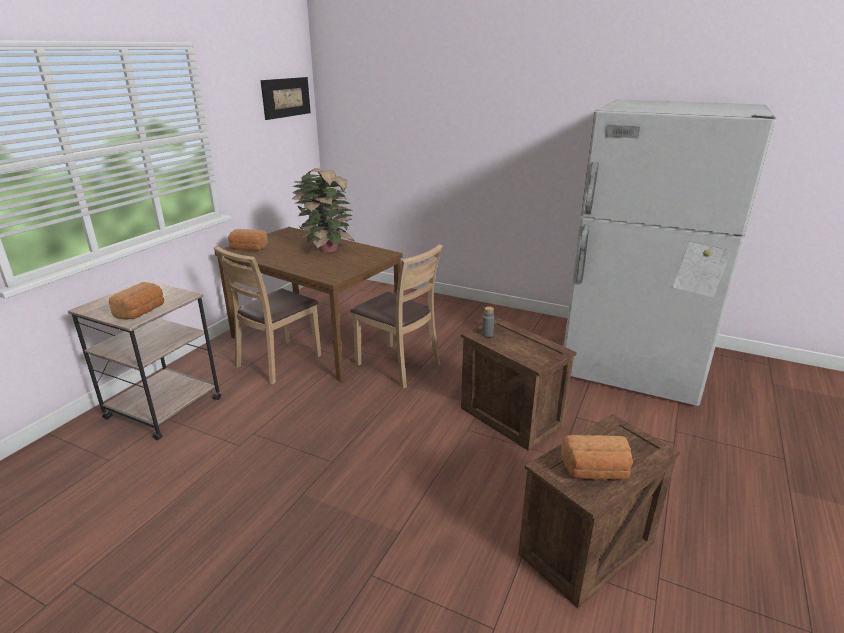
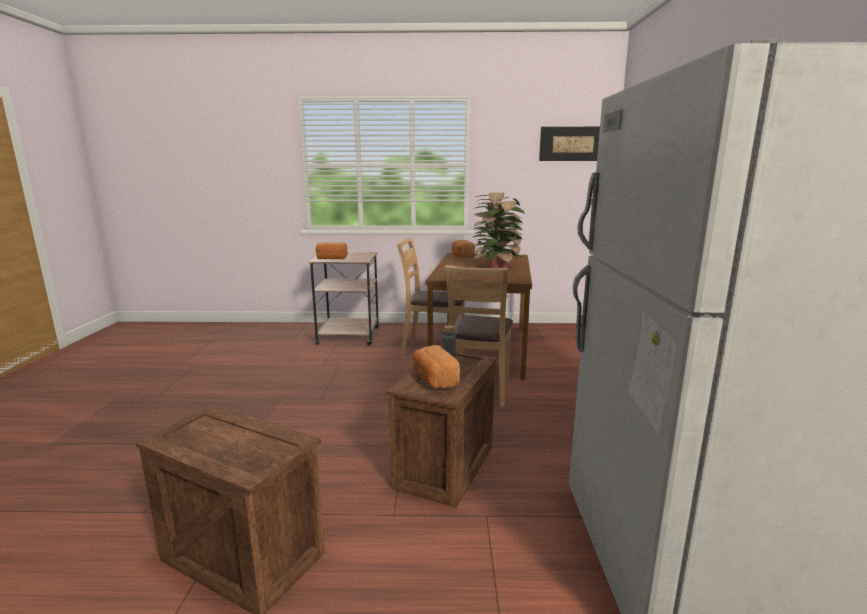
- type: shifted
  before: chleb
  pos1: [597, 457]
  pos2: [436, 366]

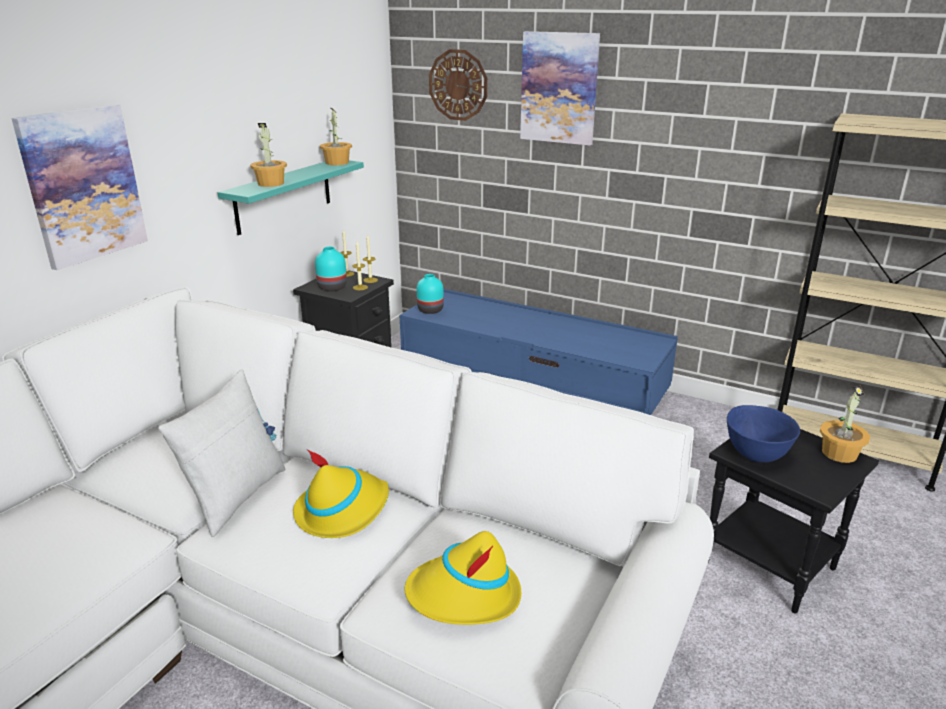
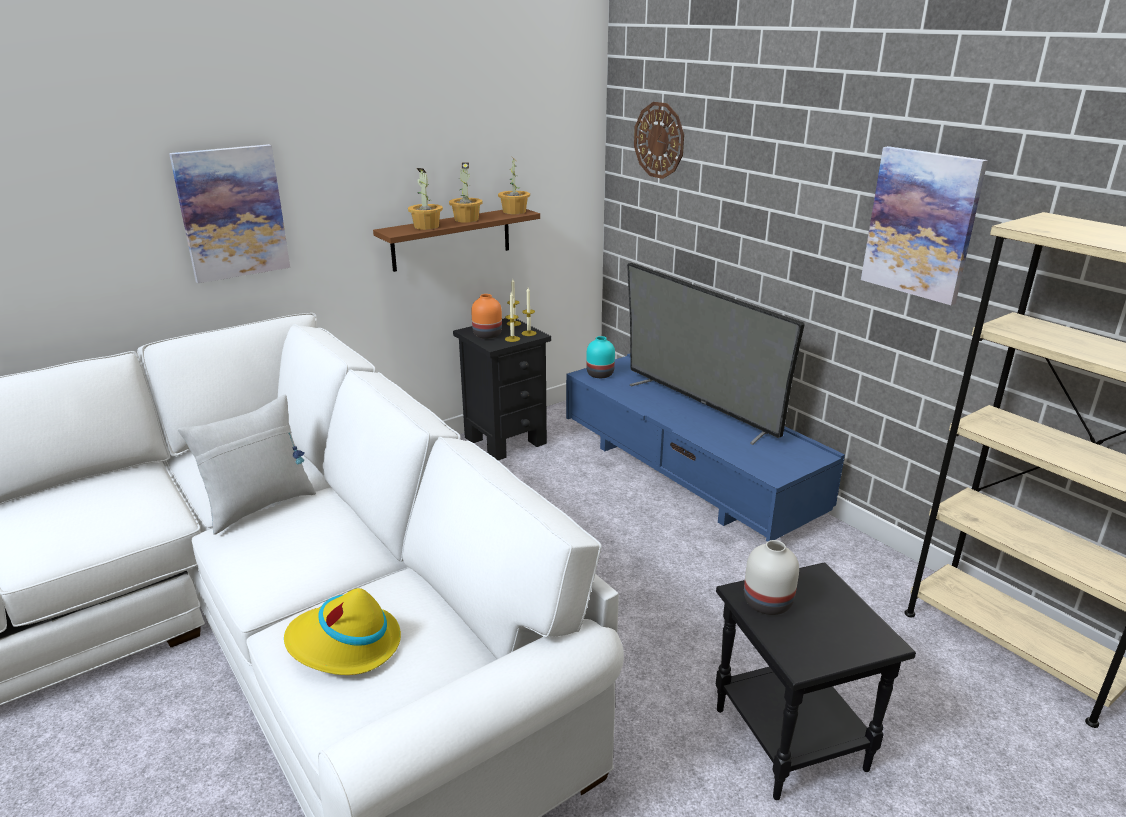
- type: repainted
  before: półka (turkusowy)
  after: półka (brązowy)
  pos1: [290, 197]
  pos2: [456, 240]
- type: shifted
  before: roślina doniczkowa
  pos1: [845, 424]
  pos2: [465, 193]
- type: repainted
  before: wazon (turkusowy)
  after: wazon (pomarańczowy)
  pos1: [331, 269]
  pos2: [486, 316]
- type: new
  after: telewizor
  pos2: [716, 354]
- type: swapped
  before: miska (niebieski)
  after: wazon (biały)
  pos1: [763, 434]
  pos2: [771, 577]
- type: shifted
  before: obraz
  pos1: [560, 88]
  pos2: [924, 225]
- type: gone
  before: kapelusz (żółty)
  pos1: [341, 493]

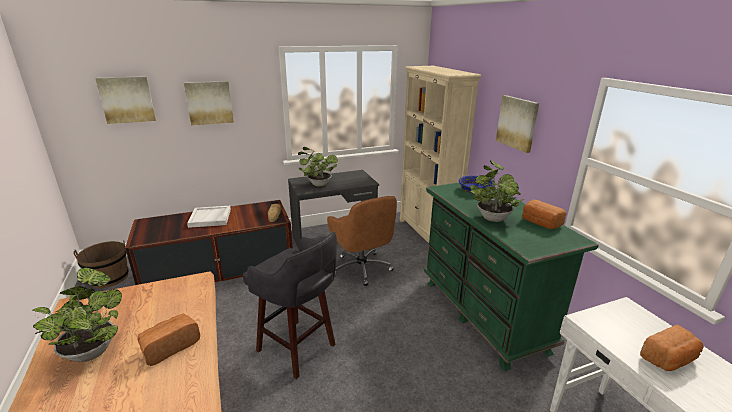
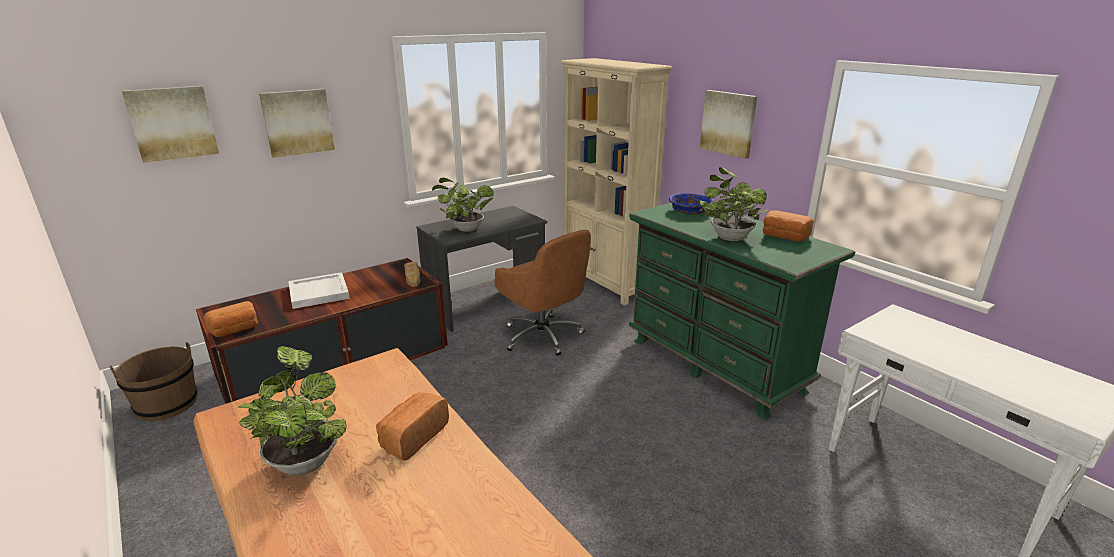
- type: shifted
  before: chleb
  pos1: [672, 347]
  pos2: [231, 319]
- type: gone
  before: stołek (szary)
  pos1: [290, 305]

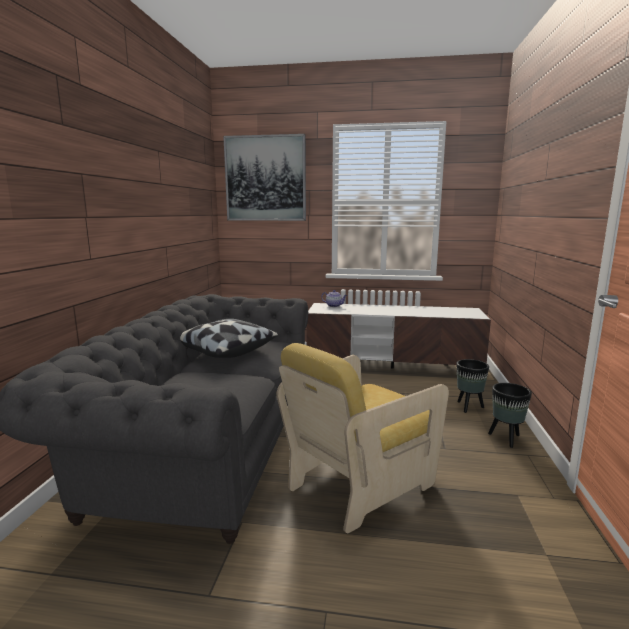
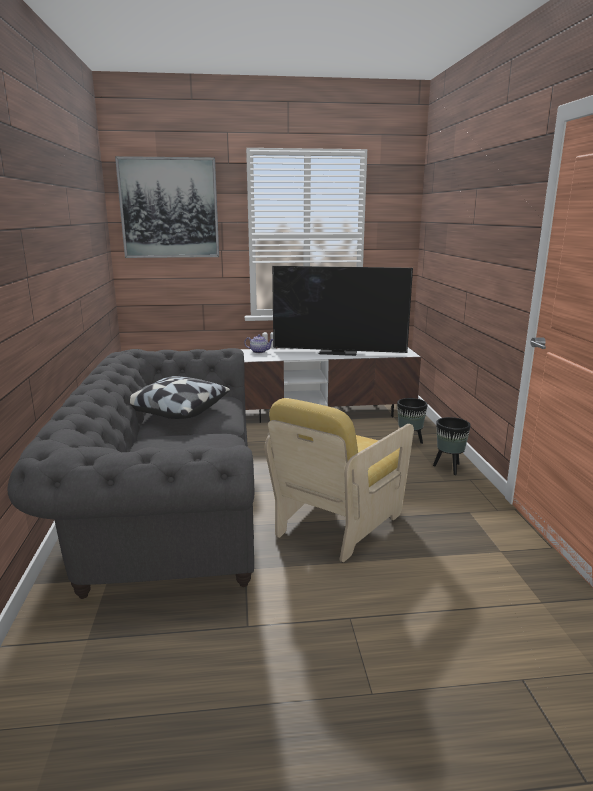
- type: new
  after: telewizor
  pos2: [342, 311]

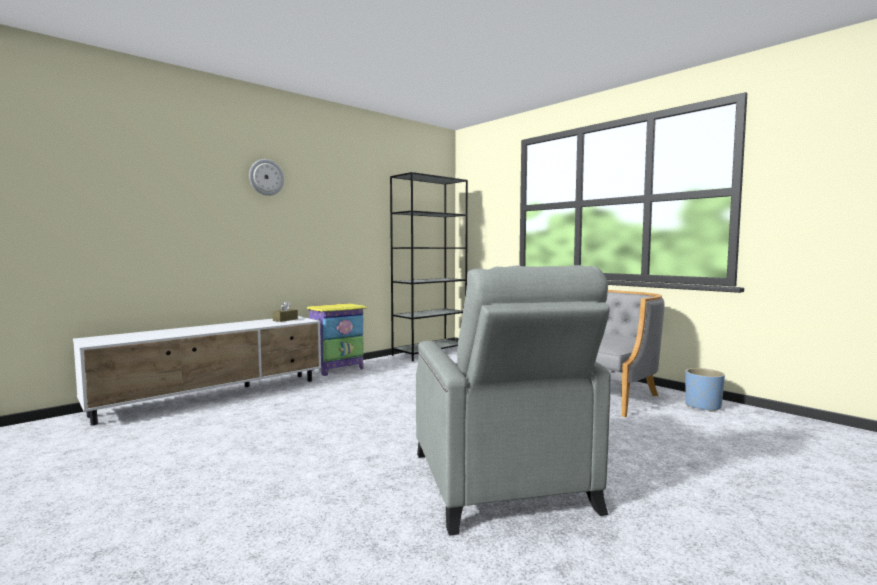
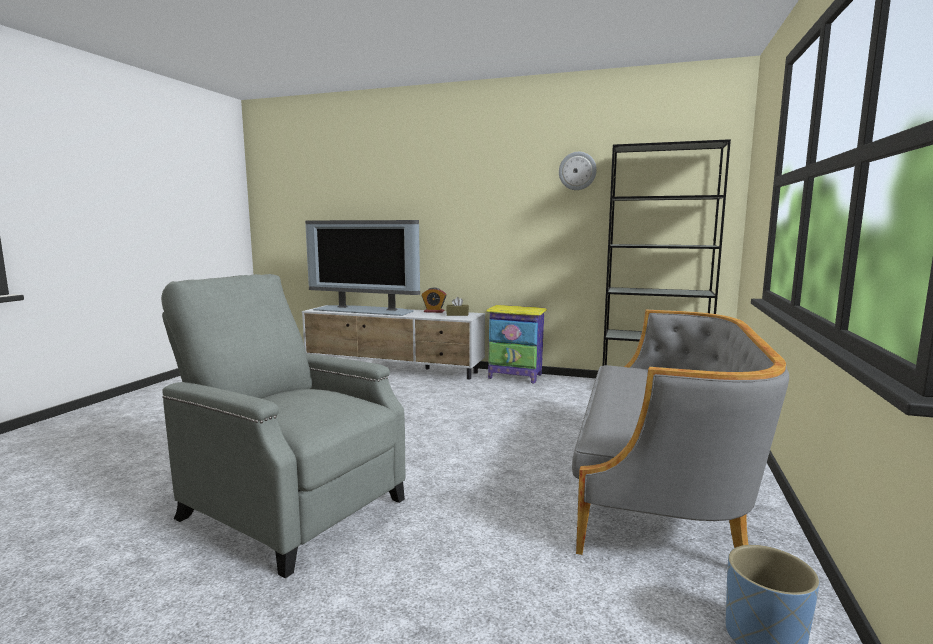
- type: rotated
  before: fotel (szary)
  pos1: [513, 400]
  pos2: [283, 426]
  turn: 75
- type: new
  after: telewizor
  pos2: [362, 268]
- type: new
  after: budzik
  pos2: [434, 300]
- type: shifted
  before: zegar ścienny
  pos1: [266, 177]
  pos2: [578, 171]

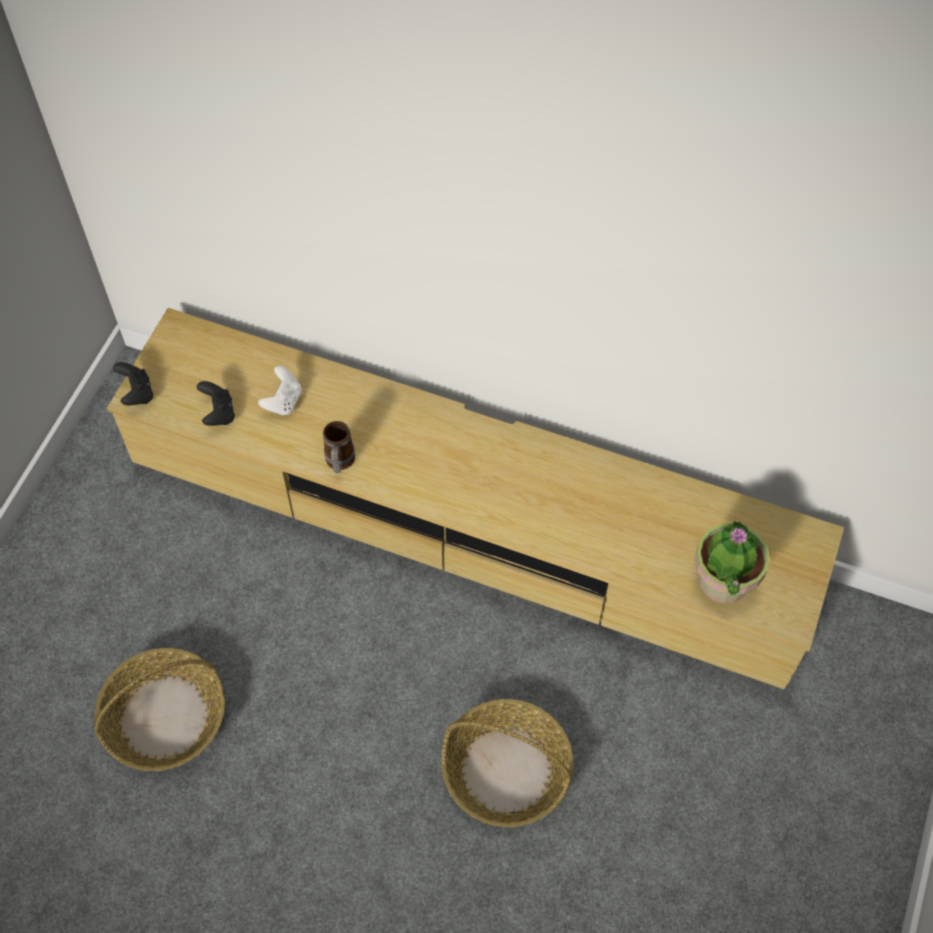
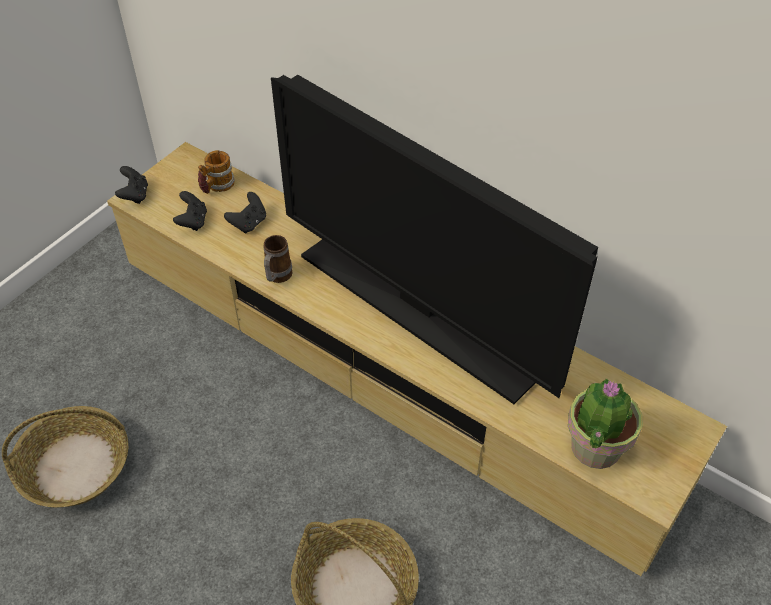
- type: new
  after: kubek
  pos2: [216, 172]
- type: repainted
  before: pad do gier (biały)
  after: pad do gier (czarny)
  pos1: [280, 391]
  pos2: [245, 212]
- type: new
  after: telewizor
  pos2: [434, 239]

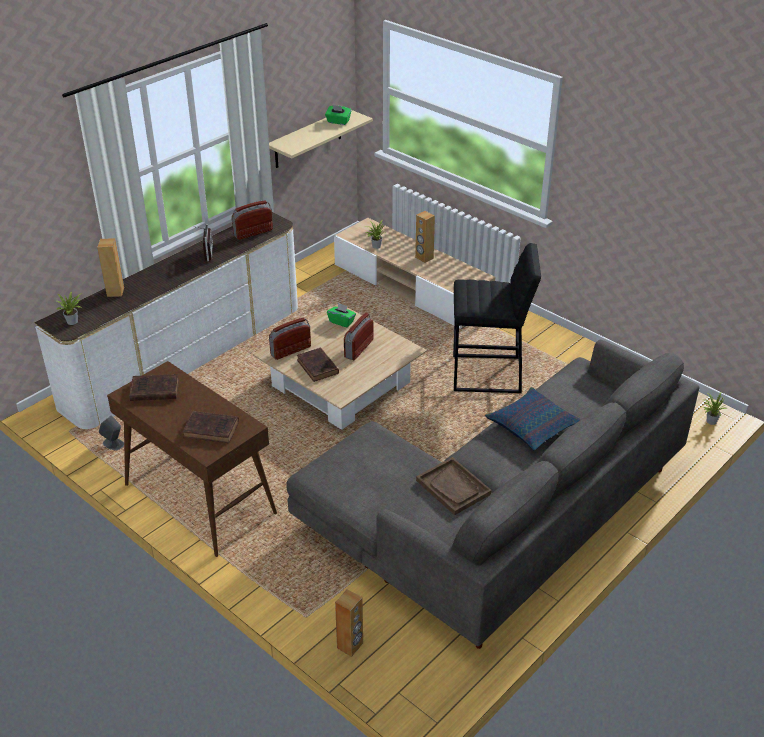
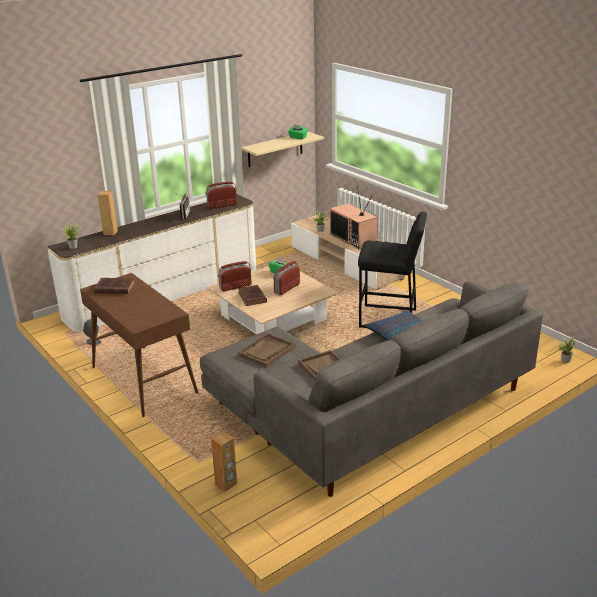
- type: new
  after: taca (brązowy)
  pos2: [267, 350]
- type: swapped
  before: głośnik (brązowy)
  after: telewizor
  pos1: [425, 237]
  pos2: [354, 217]
- type: gone
  before: książka (brązowy)
  pos1: [210, 427]

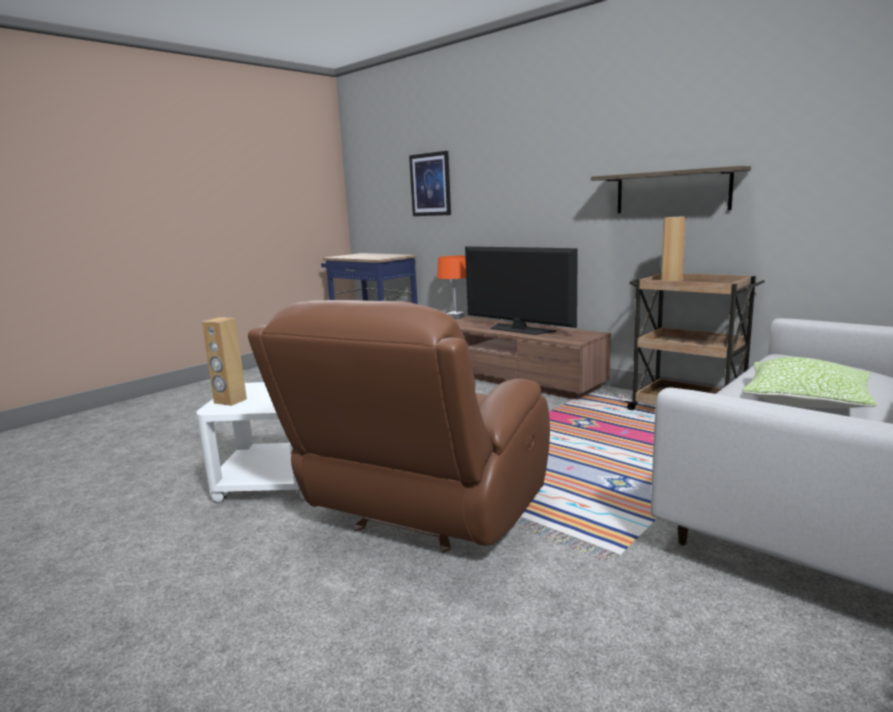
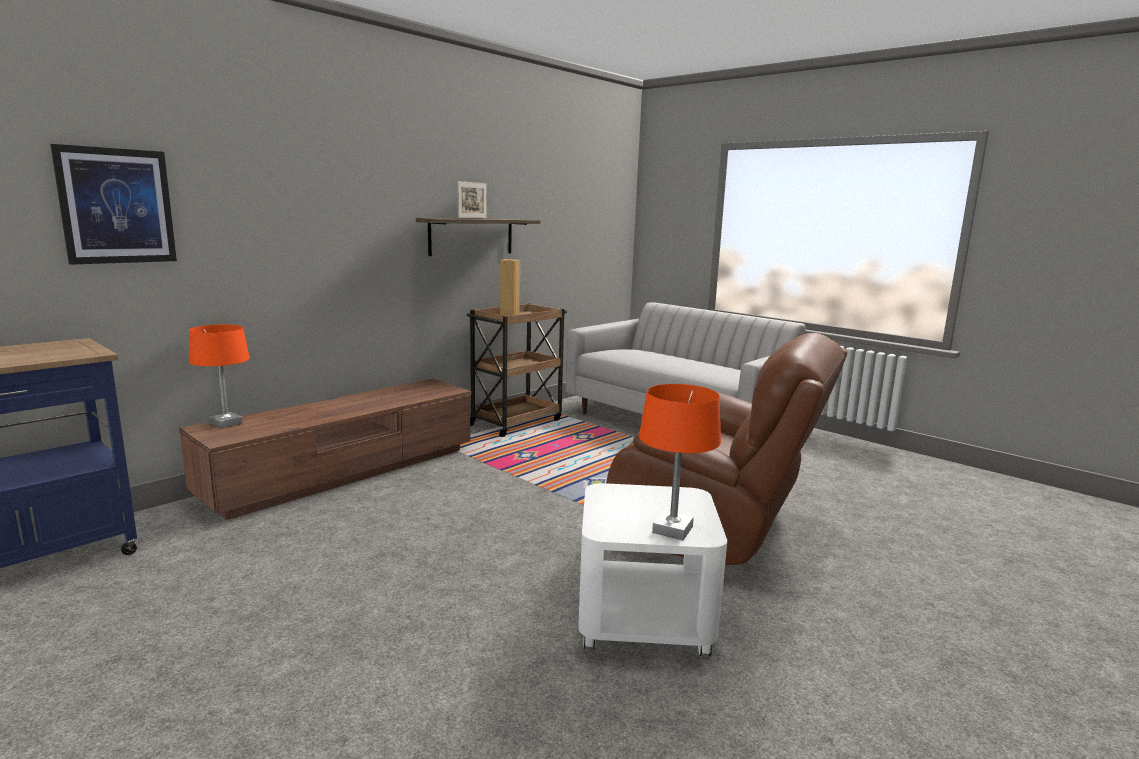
- type: new
  after: ramka na zdjęcie
  pos2: [472, 199]
- type: swapped
  before: głośnik (brązowy)
  after: lampa stołowa (pomarańczowy)
  pos1: [224, 361]
  pos2: [680, 462]
- type: gone
  before: telewizor
  pos1: [521, 290]
- type: gone
  before: poduszka
  pos1: [809, 382]

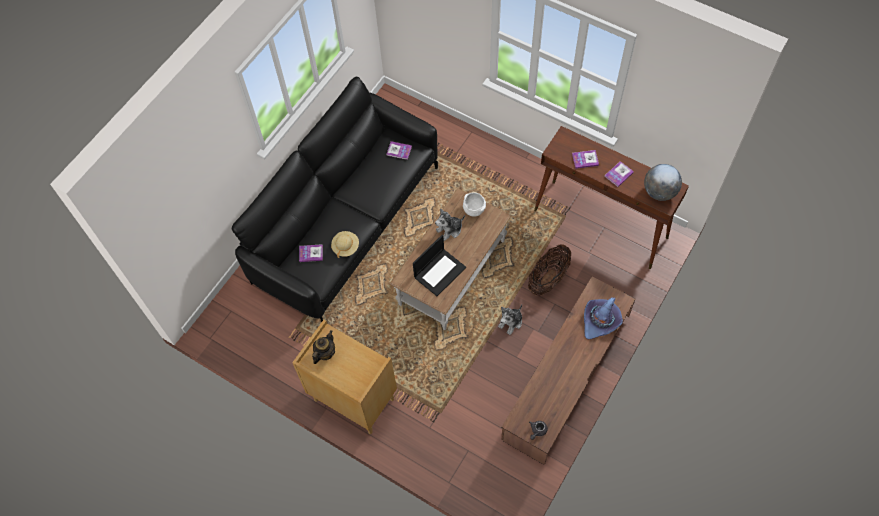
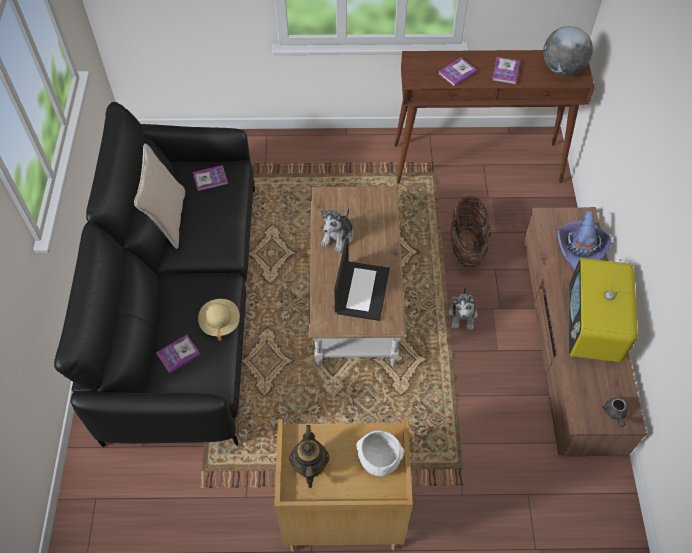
- type: new
  after: poduszka (beżowy)
  pos2: [159, 196]
- type: shifted
  before: miska (biały)
  pos1: [474, 204]
  pos2: [380, 453]
- type: new
  after: telewizor
  pos2: [603, 310]

